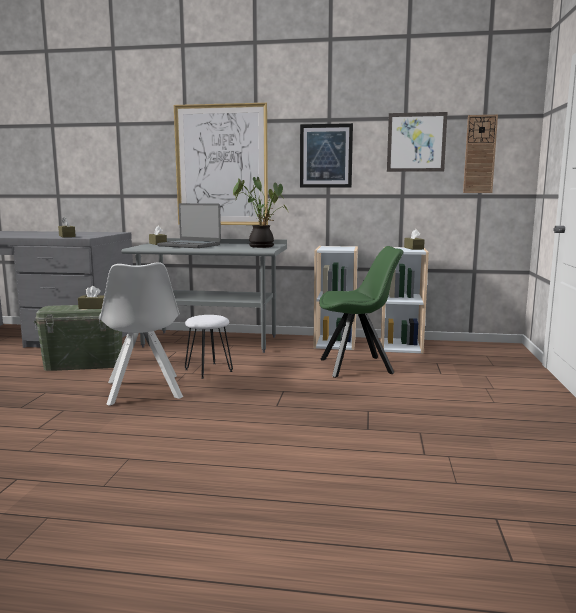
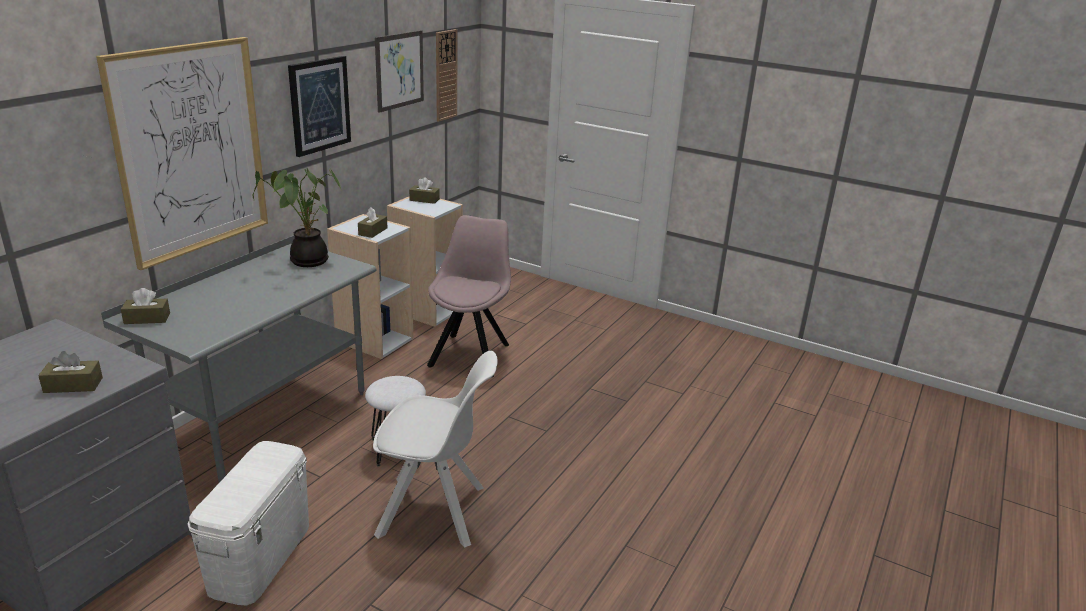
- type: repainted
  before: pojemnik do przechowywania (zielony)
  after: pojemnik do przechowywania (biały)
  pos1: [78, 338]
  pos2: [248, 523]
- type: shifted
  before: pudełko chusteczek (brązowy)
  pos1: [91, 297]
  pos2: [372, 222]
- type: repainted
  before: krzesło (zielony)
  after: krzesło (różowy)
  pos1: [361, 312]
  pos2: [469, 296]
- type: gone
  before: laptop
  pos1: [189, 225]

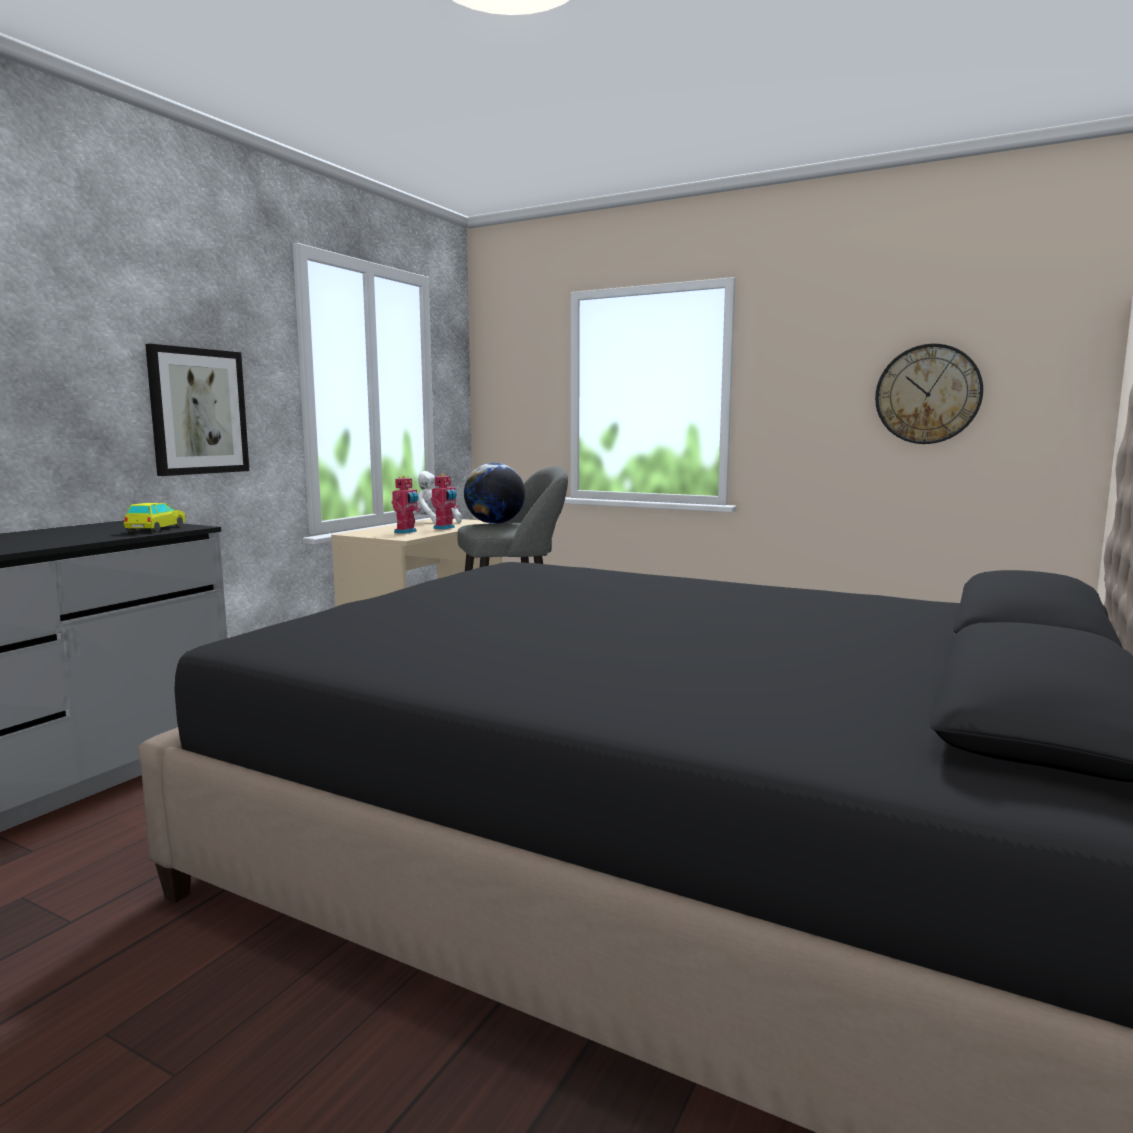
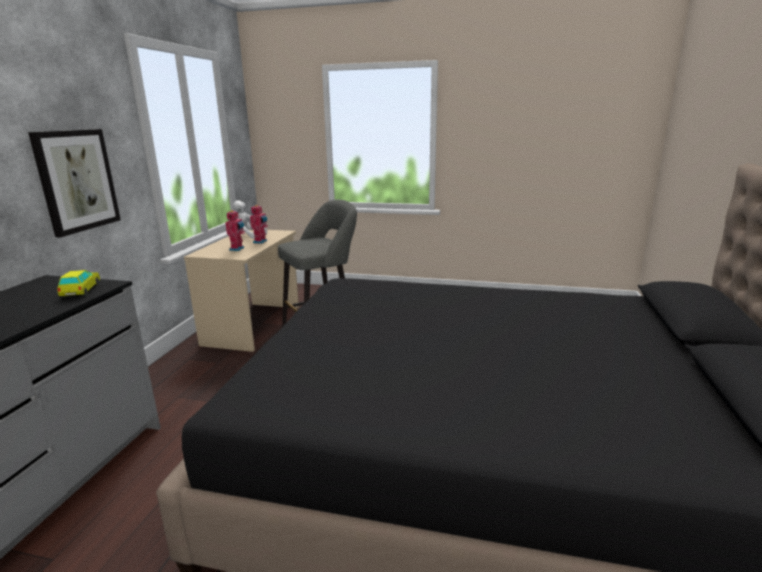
- type: gone
  before: globus
  pos1: [494, 493]
- type: gone
  before: zegar ścienny
  pos1: [929, 394]

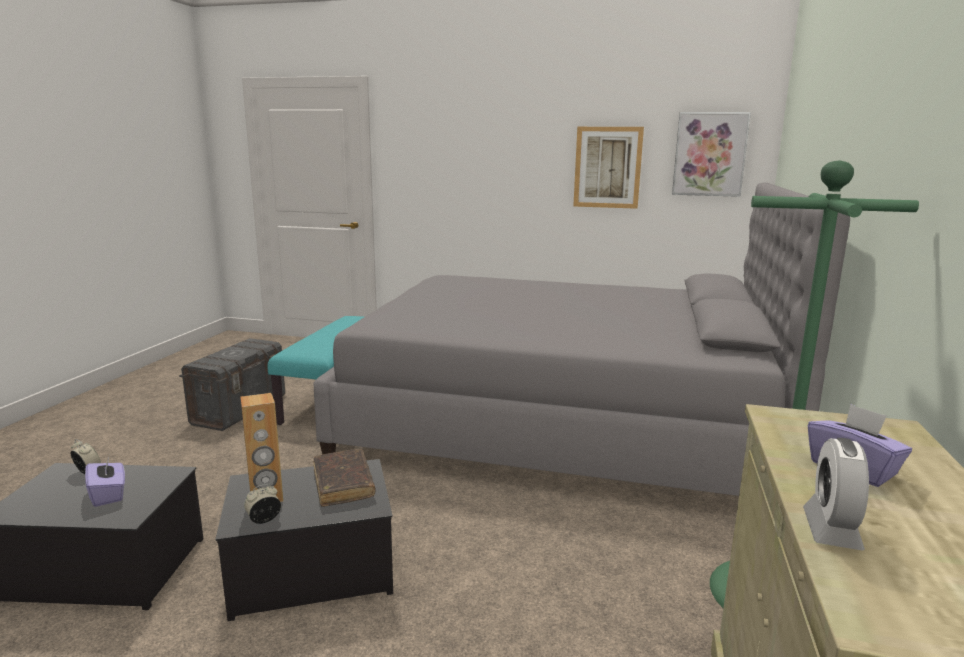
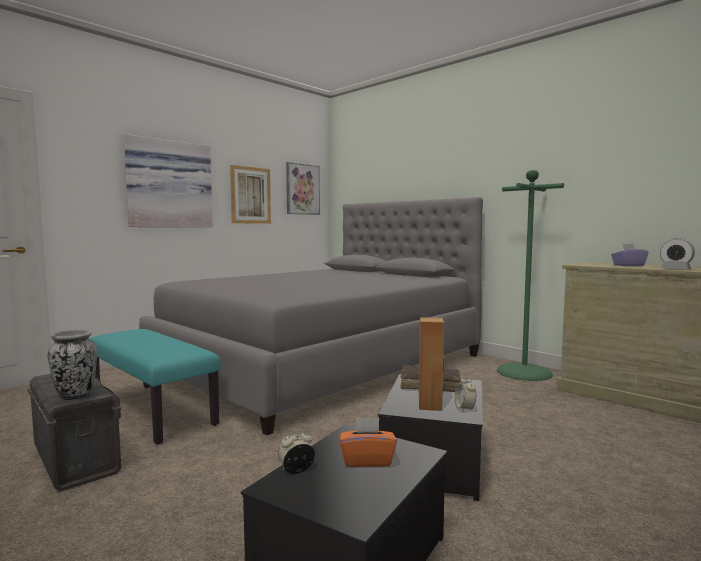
- type: new
  after: wazon
  pos2: [72, 365]
- type: new
  after: obraz
  pos2: [168, 180]
- type: repainted
  before: pudełko chusteczek (fioletowy)
  after: pudełko chusteczek (pomarańczowy)
  pos1: [105, 482]
  pos2: [368, 442]

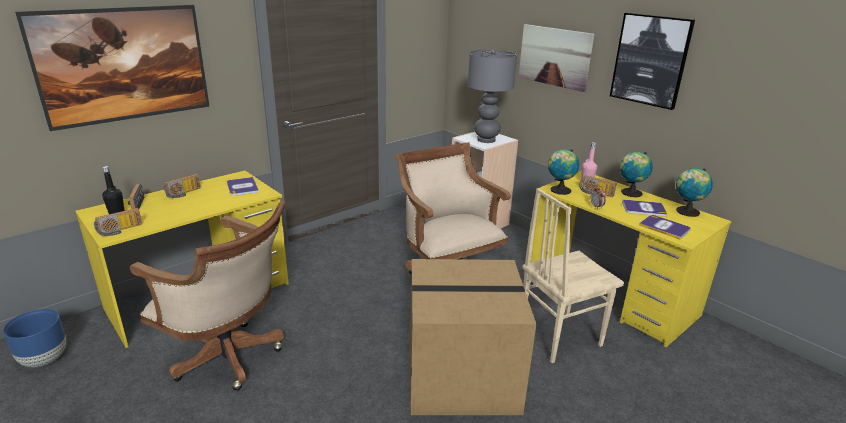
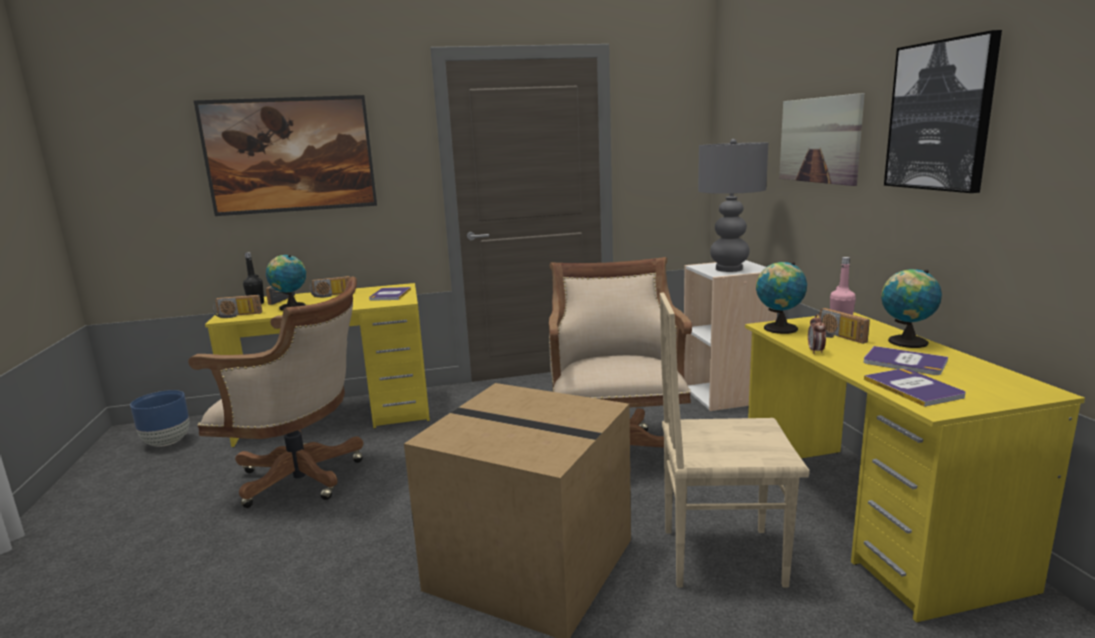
- type: rotated
  before: krzesło biurowe
  pos1: [208, 295]
  pos2: [275, 392]
  turn: -45
- type: shifted
  before: globus
  pos1: [694, 192]
  pos2: [286, 283]

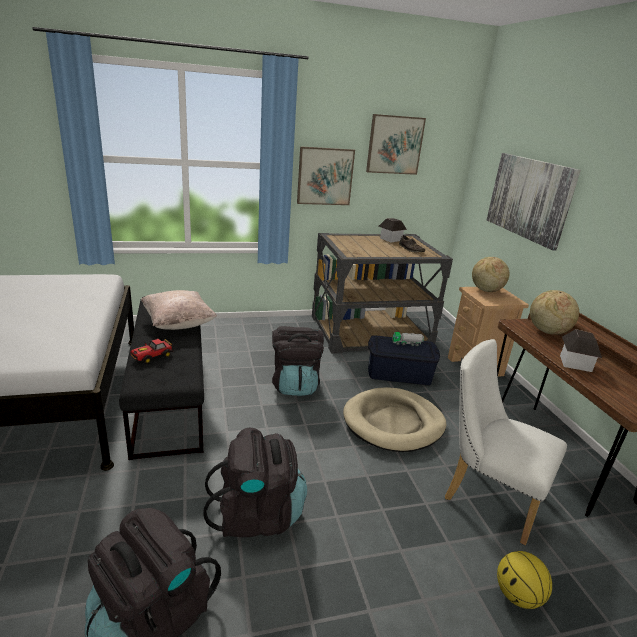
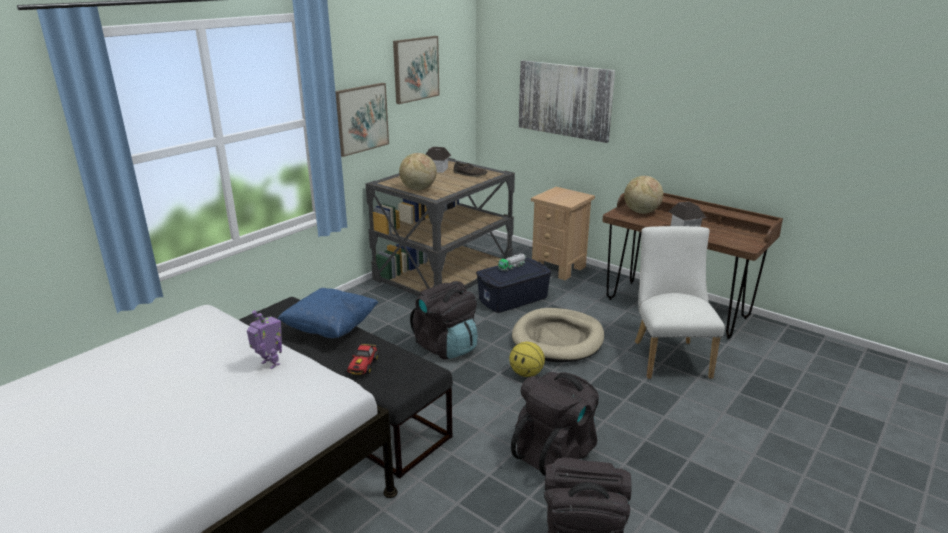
- type: new
  after: robot zabawkowy
  pos2: [264, 339]
- type: repainted
  before: poduszka (beżowy)
  after: poduszka (niebieski)
  pos1: [179, 310]
  pos2: [327, 313]
- type: shifted
  before: globus
  pos1: [490, 274]
  pos2: [418, 171]
- type: shifted
  before: piłka do koszykówki
  pos1: [524, 580]
  pos2: [527, 359]
- type: rotated
  before: krzesło (biały)
  pos1: [506, 442]
  pos2: [680, 302]
  turn: 90

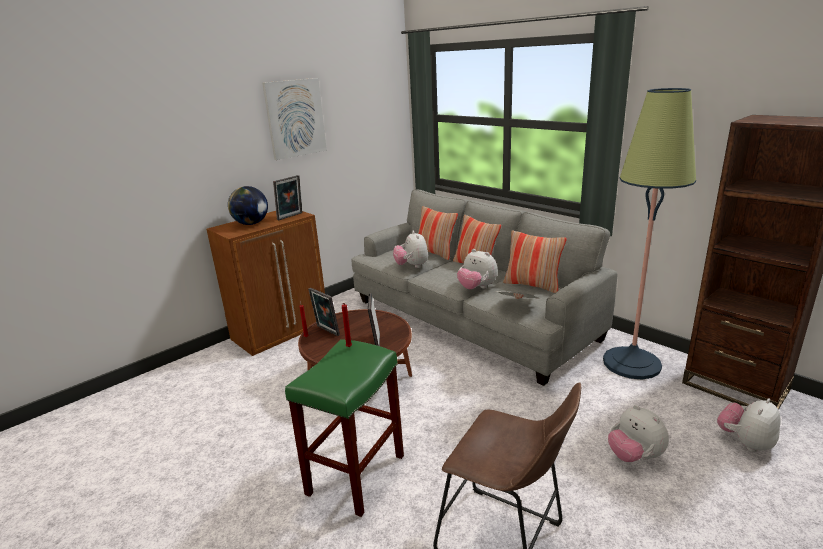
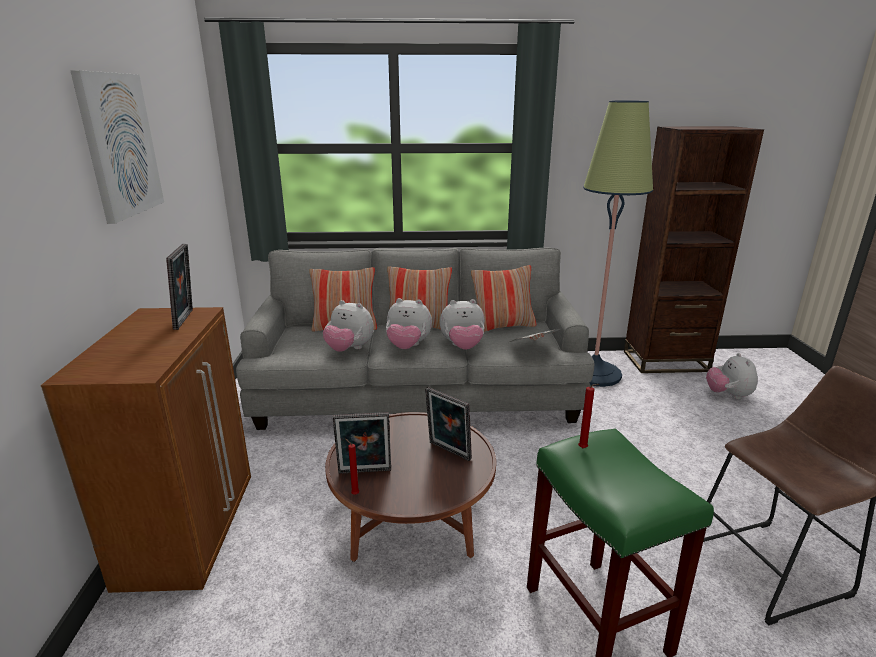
- type: shifted
  before: pluszak
  pos1: [638, 433]
  pos2: [409, 323]
- type: gone
  before: globus
  pos1: [248, 205]

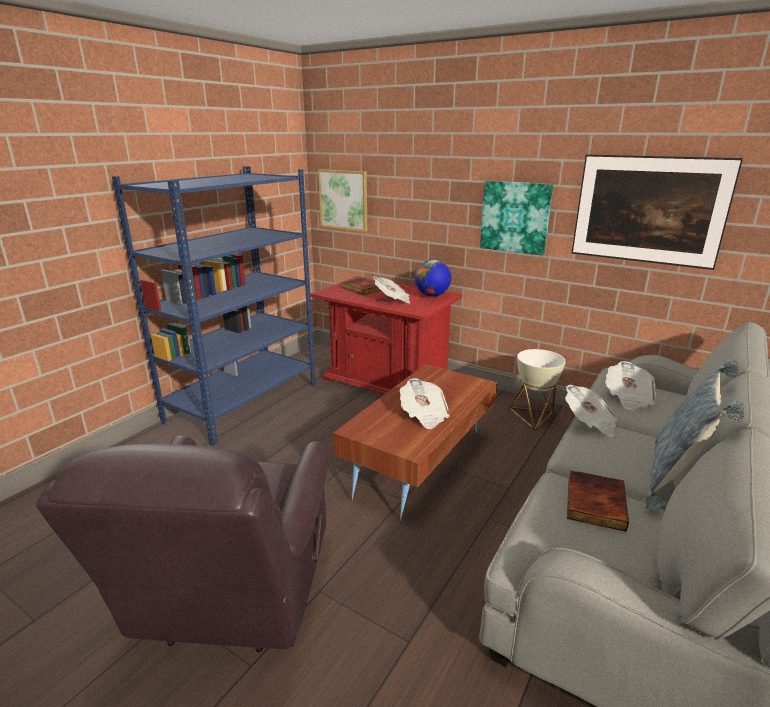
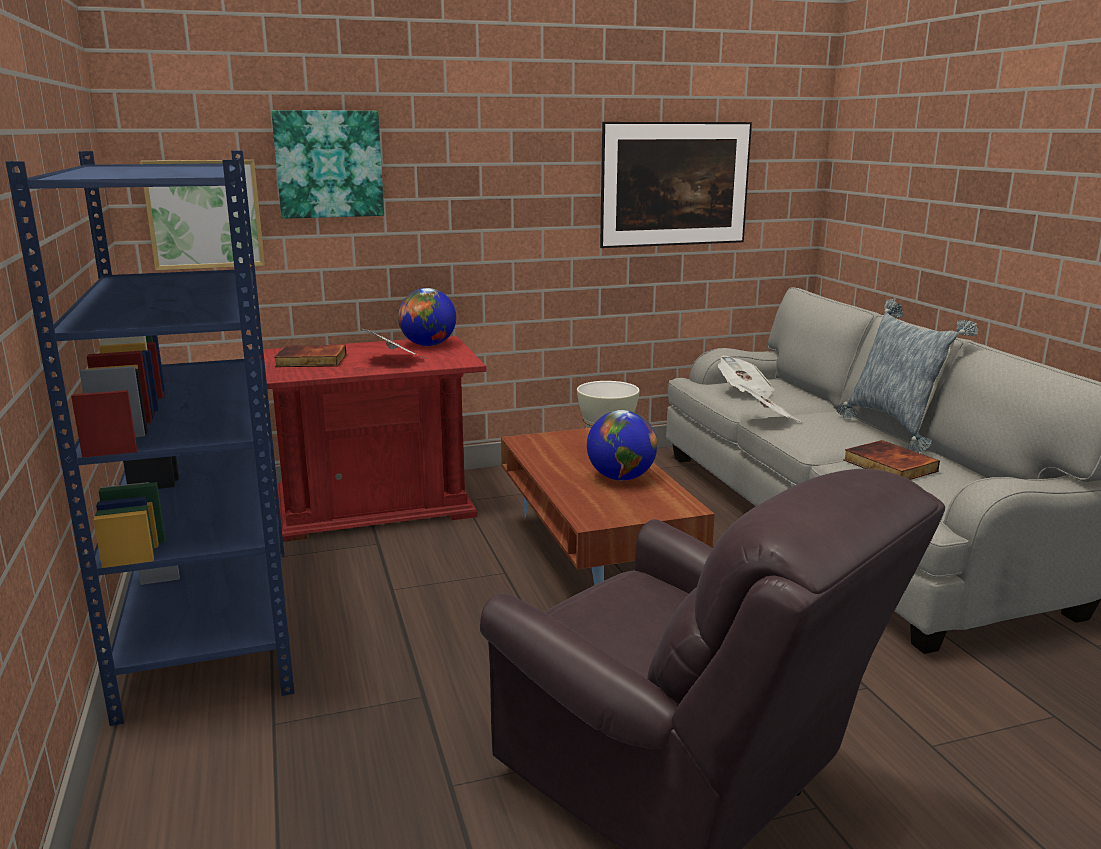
- type: shifted
  before: obraz
  pos1: [516, 218]
  pos2: [327, 164]
- type: swapped
  before: gazeta
  after: globus
  pos1: [425, 403]
  pos2: [622, 445]

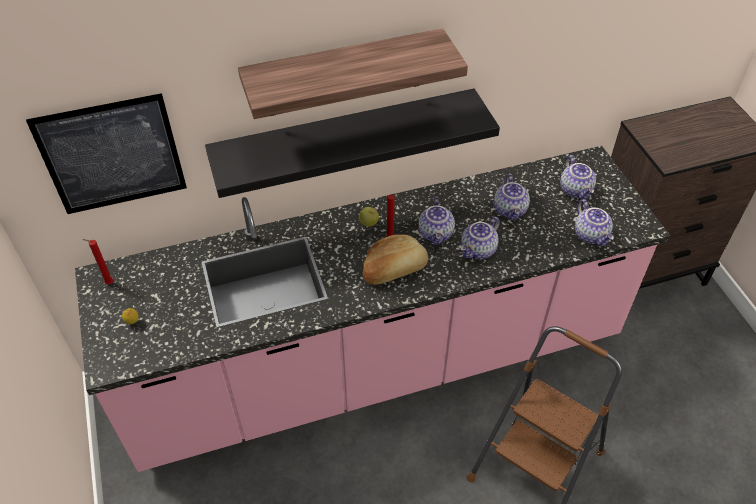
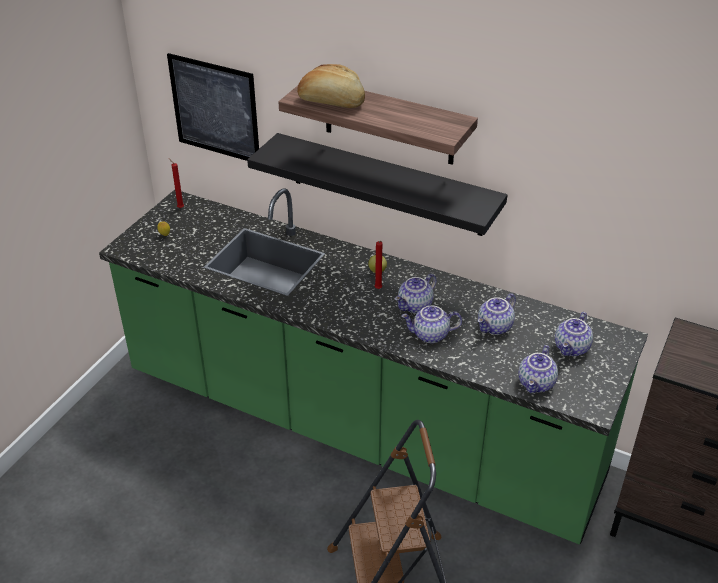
- type: repainted
  before: zabudowa kuchenna (różowy)
  after: zabudowa kuchenna (zielony)
  pos1: [372, 309]
  pos2: [373, 366]
- type: shifted
  before: chleb
  pos1: [395, 260]
  pos2: [331, 86]

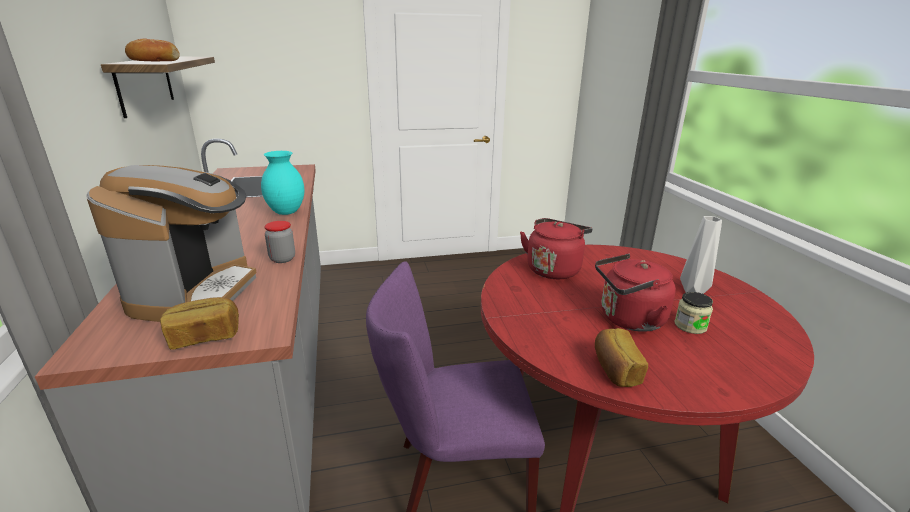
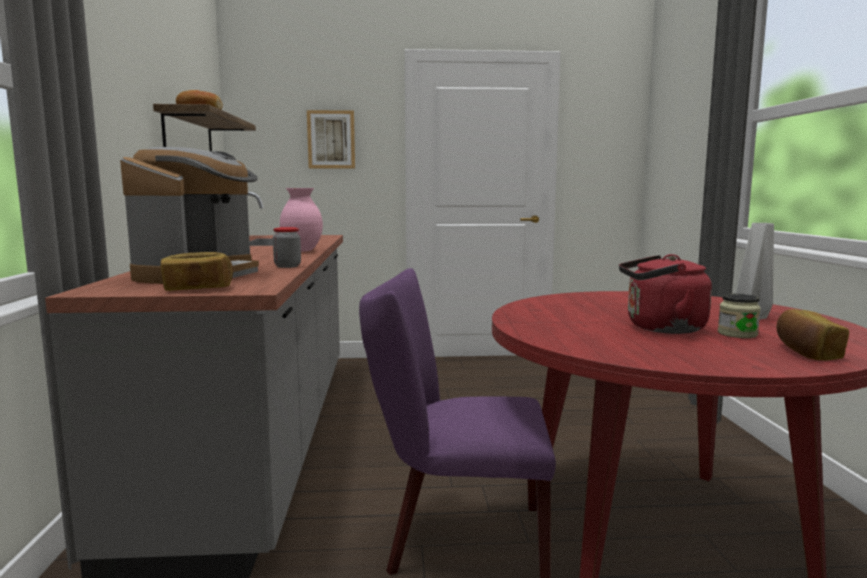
- type: repainted
  before: wazon (turkusowy)
  after: wazon (różowy)
  pos1: [282, 183]
  pos2: [301, 220]
- type: new
  after: obraz
  pos2: [331, 139]
- type: shifted
  before: chleb
  pos1: [621, 357]
  pos2: [813, 335]
- type: gone
  before: czajnik (czerwony)
  pos1: [556, 248]

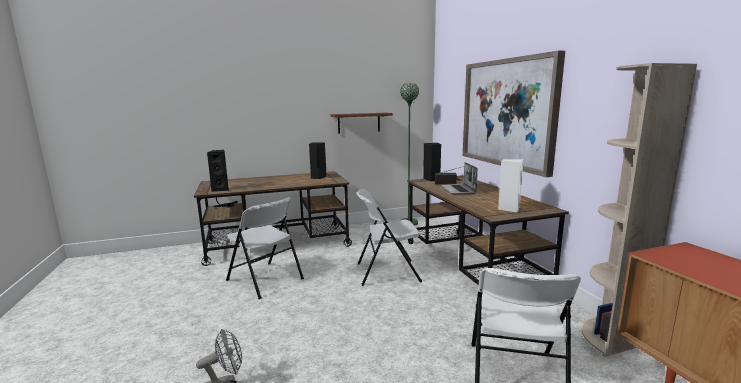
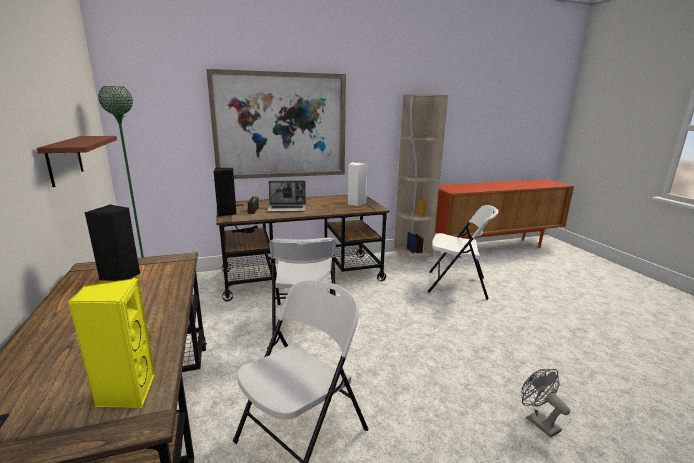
- type: repainted
  before: głośnik (czarny)
  after: głośnik (żółty)
  pos1: [218, 171]
  pos2: [111, 343]

